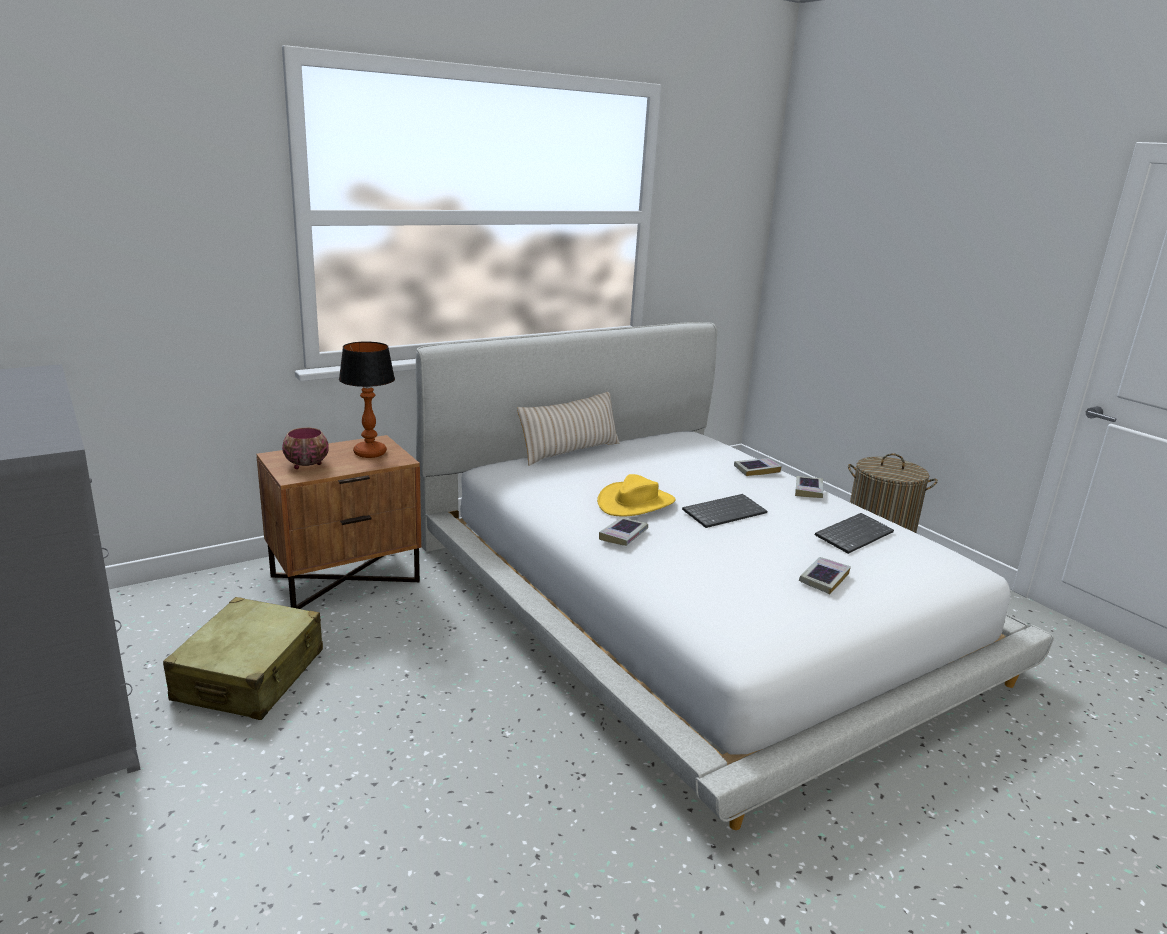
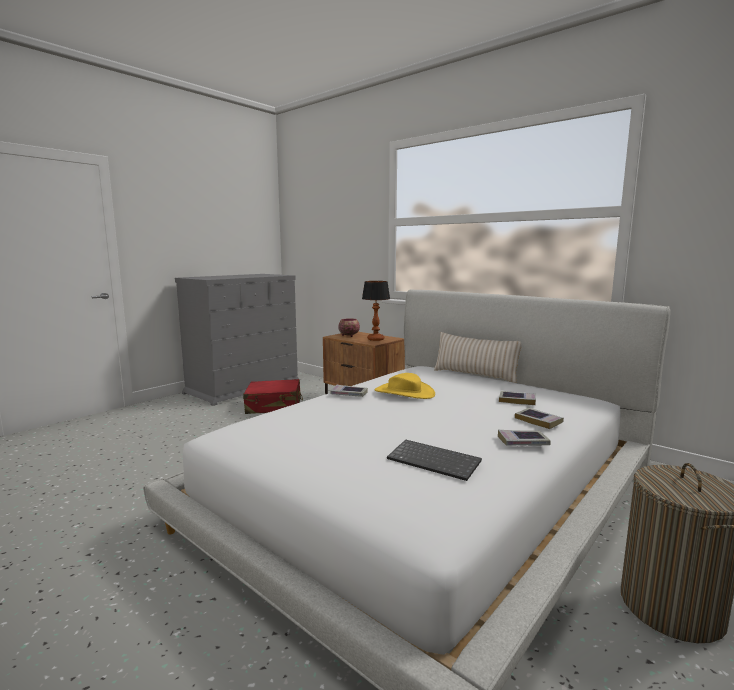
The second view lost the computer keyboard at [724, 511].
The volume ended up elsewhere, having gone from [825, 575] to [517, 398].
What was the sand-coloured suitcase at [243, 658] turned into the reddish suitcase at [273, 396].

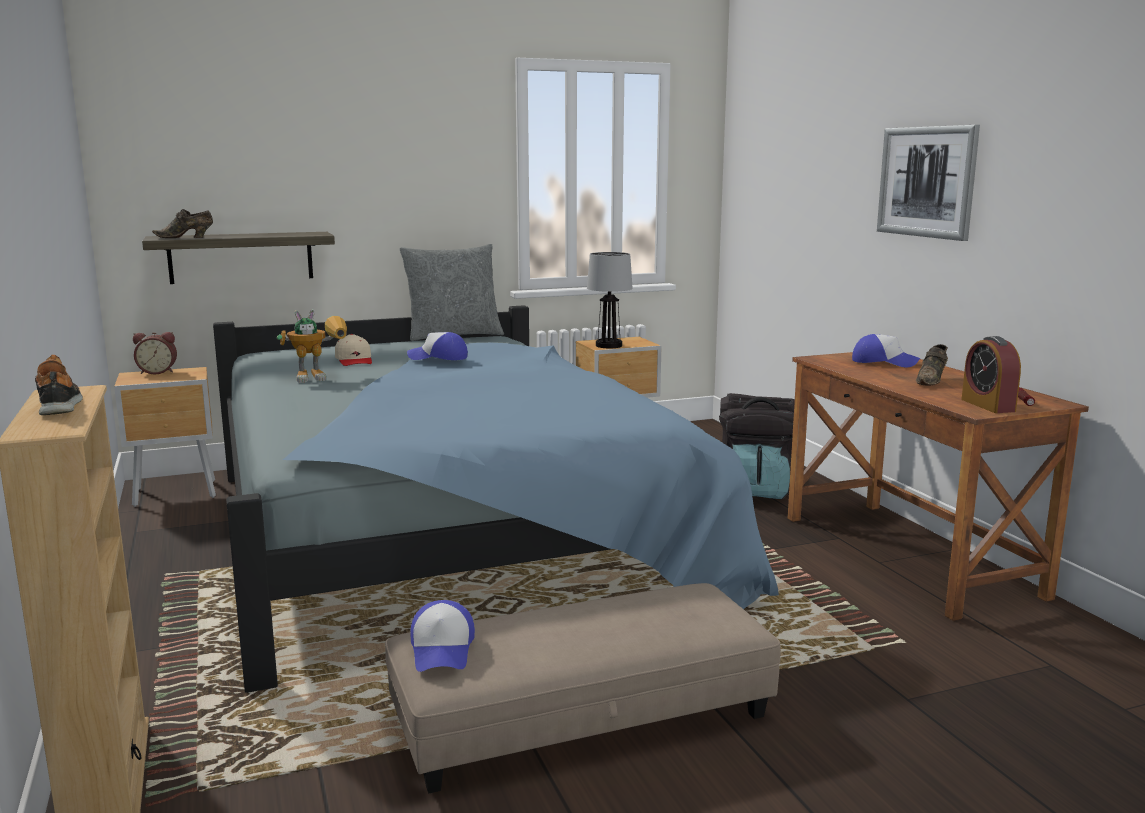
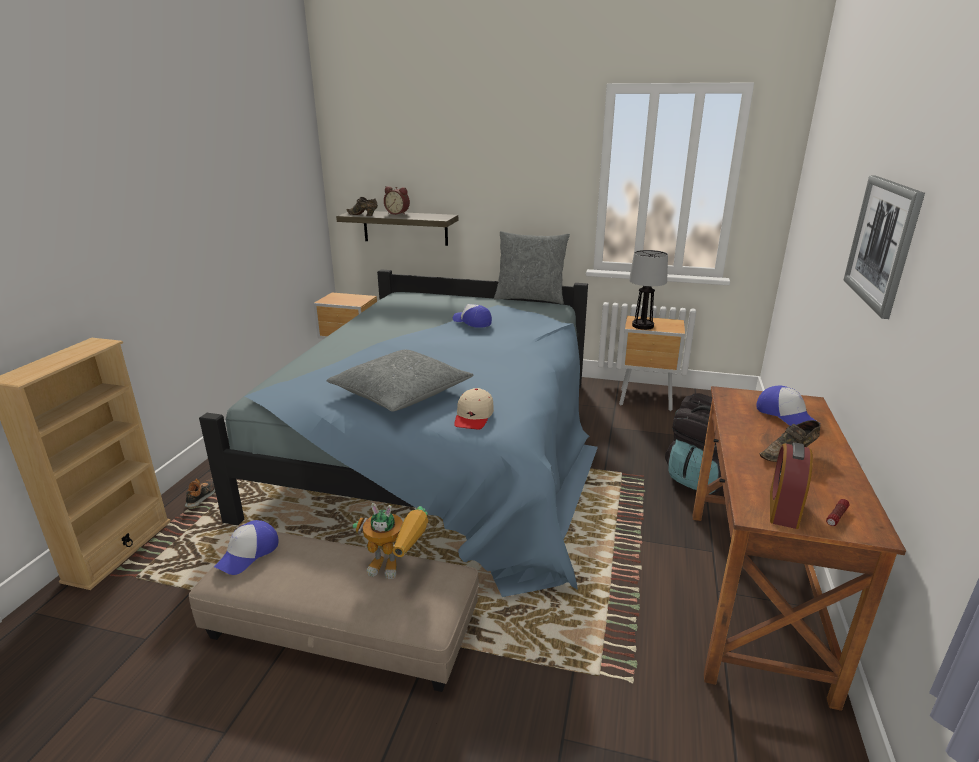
The robot figure ended up elsewhere, having gone from [312, 346] to [391, 541].
The bedside clock ended up elsewhere, having gone from [155, 353] to [397, 200].
The sand-coloured baseball cap ended up elsewhere, having gone from [353, 350] to [474, 409].
The shoe ended up elsewhere, having gone from [59, 385] to [200, 493].
The second view gained the grey throw pillow at [400, 381].

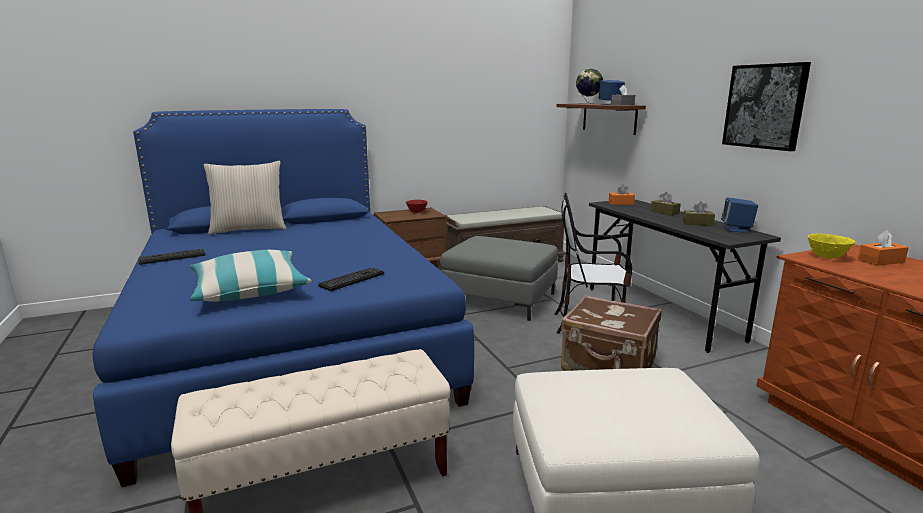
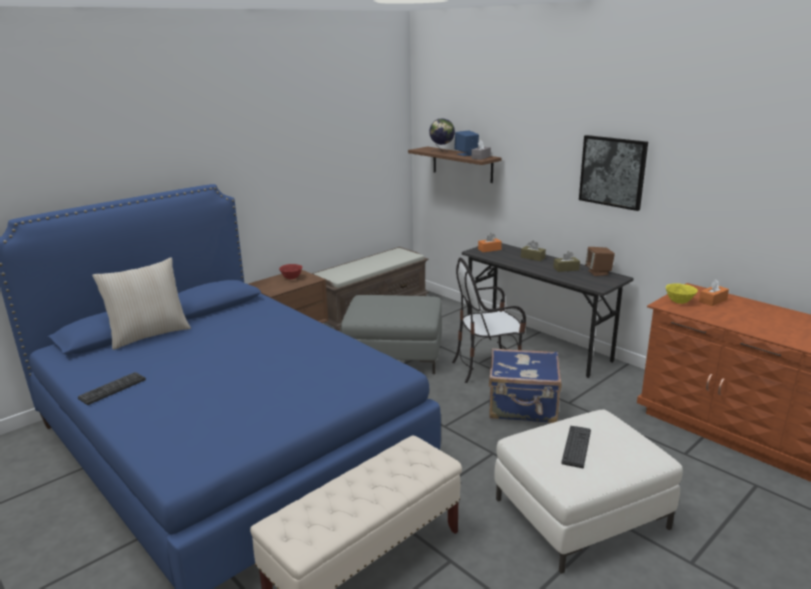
What was the blue-coloured loudspeaker at [739, 215] turned into the brown-coloured loudspeaker at [600, 261].
The second view lost the throw pillow at [250, 276].
The computer keyboard ended up elsewhere, having gone from [351, 279] to [576, 447].
What was the brown-coloured suitcase at [611, 333] turned into the blue-coloured suitcase at [525, 385].

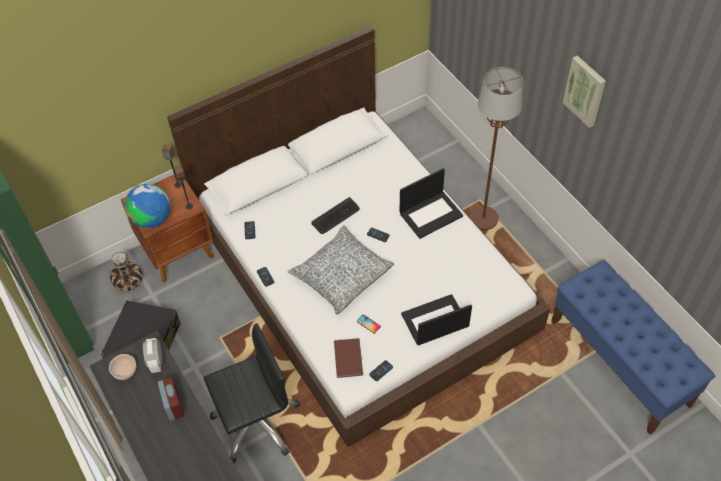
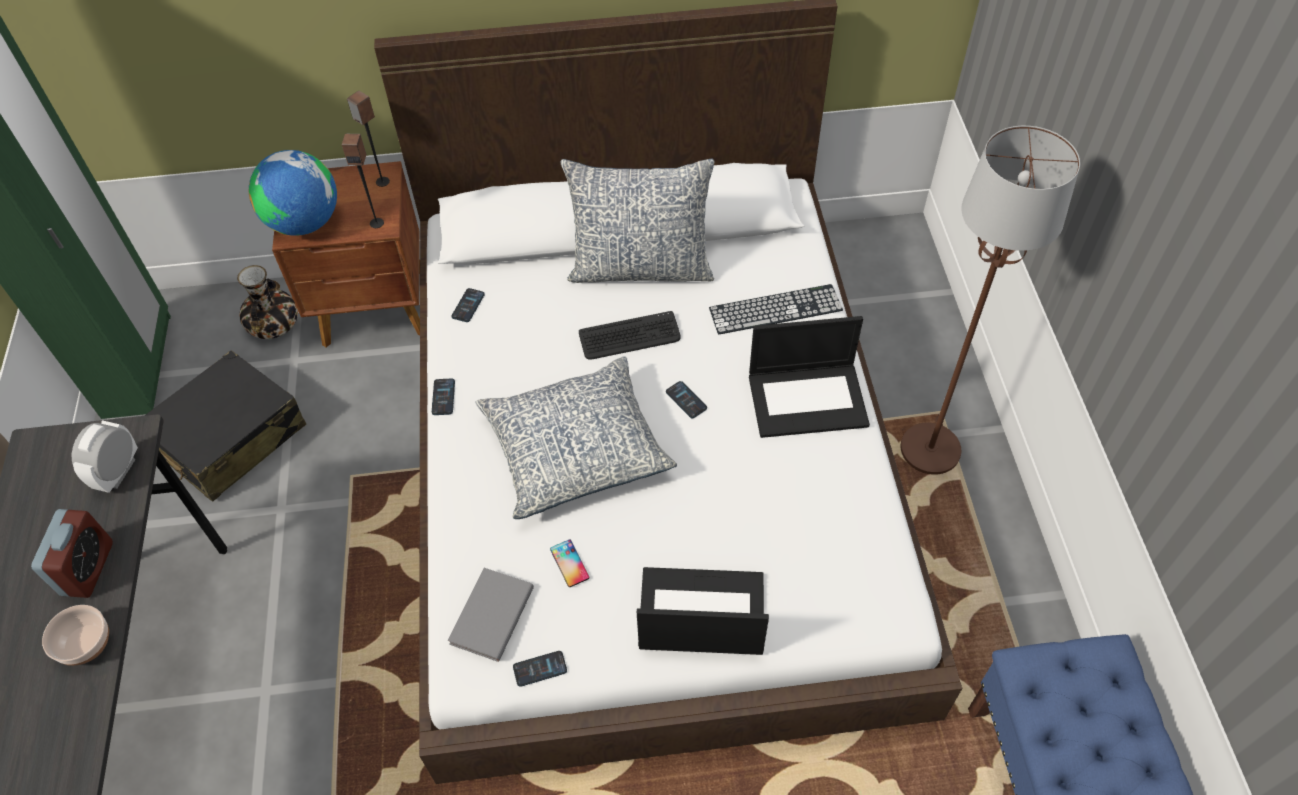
The second view lost the wall picture at [584, 92].
The second view lost the blackish computer chair at [252, 393].
What was the brown-coloured volume at [348, 358] turned into the grey volume at [490, 615].
The deep dish ended up elsewhere, having gone from [123, 367] to [75, 635].
The second view gained the throw pillow at [638, 220].
The second view gained the computer keyboard at [776, 309].

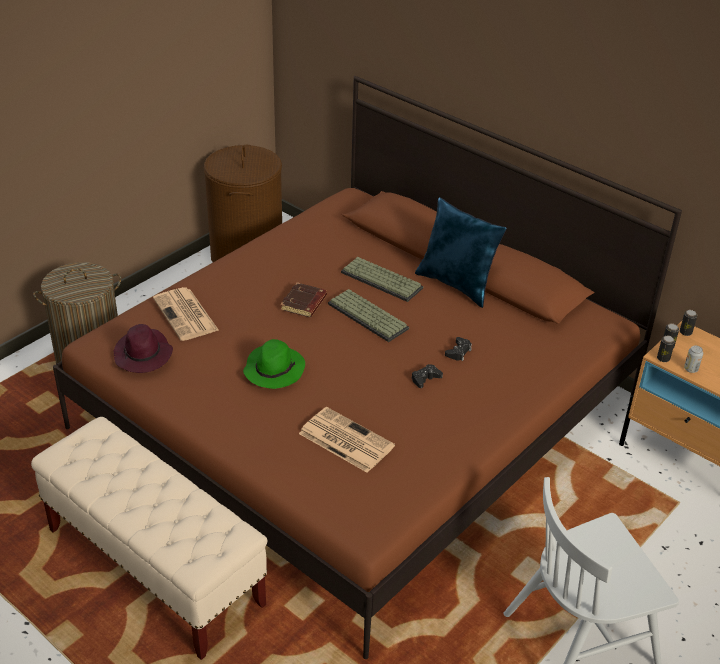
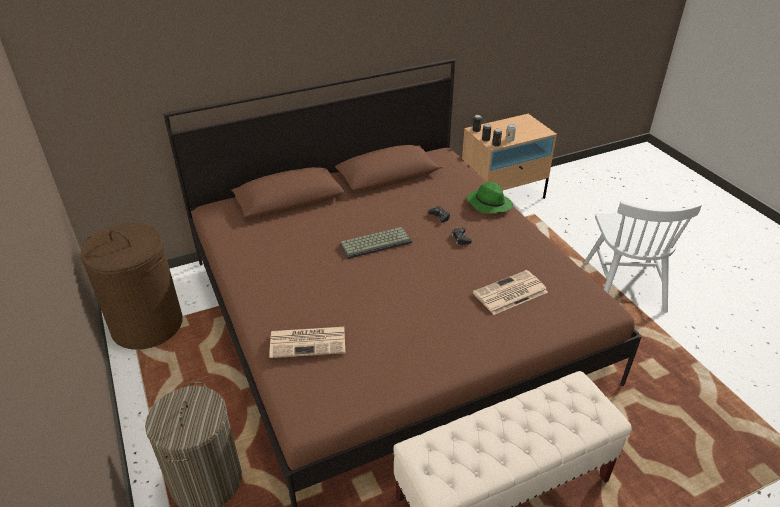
The second view lost the blue-coloured throw pillow at [461, 252].
The second view lost the computer keyboard at [382, 279].
The second view lost the brown-coloured volume at [303, 299].
The second view lost the purplish clothing hat at [143, 348].
The green clothing hat ended up elsewhere, having gone from [274, 364] to [490, 197].

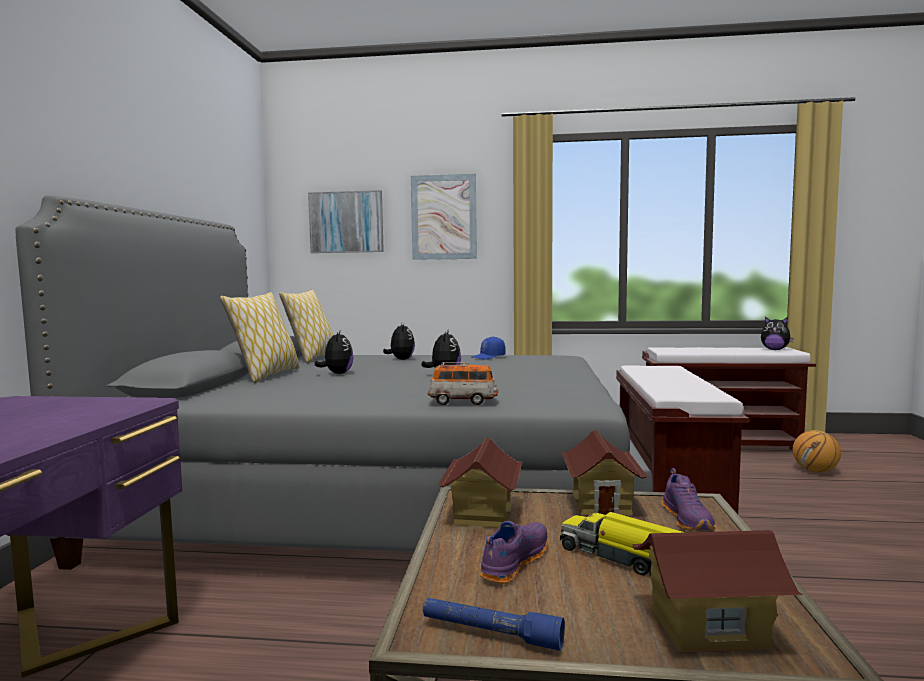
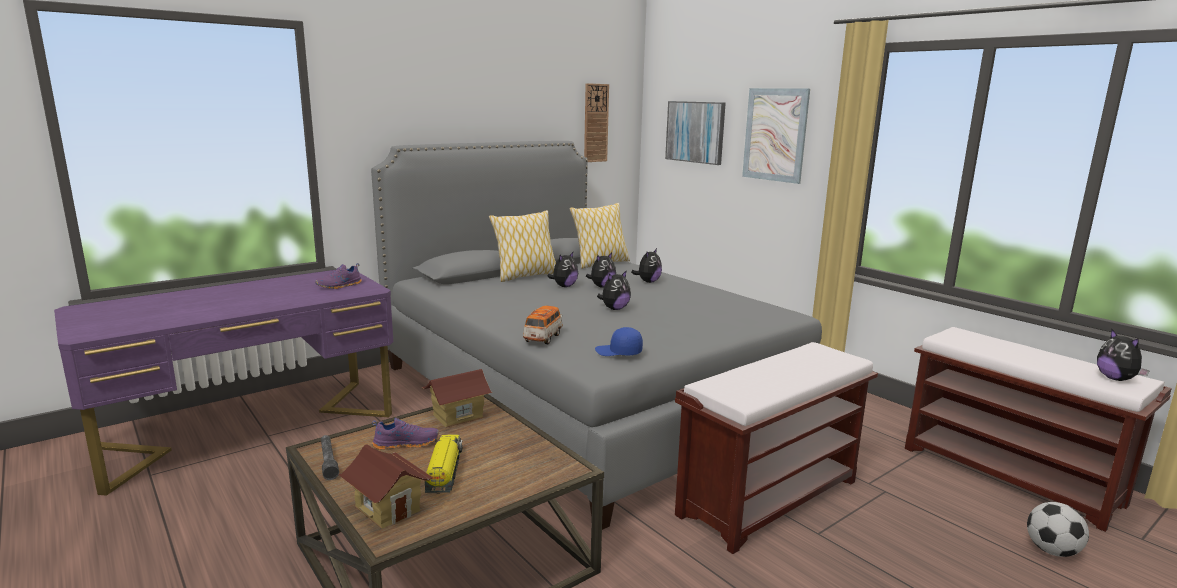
The blue-coloured baseball cap ended up elsewhere, having gone from [489, 348] to [619, 341].
The model car at [462, 383] ended up facing another way, 120 degrees counterclockwise from before.
The second view lost the toy house at [605, 472].
Where the ball for basketball stood at [817, 451], the football ball came to stand at [1058, 529].
The purplish shoe ended up elsewhere, having gone from [689, 499] to [338, 276].
What was the blue-coloured flashlight at [494, 624] turned into the grey flashlight at [330, 457].
The second view gained the wall clock at [596, 122].
The second view gained the soft toy at [601, 270].

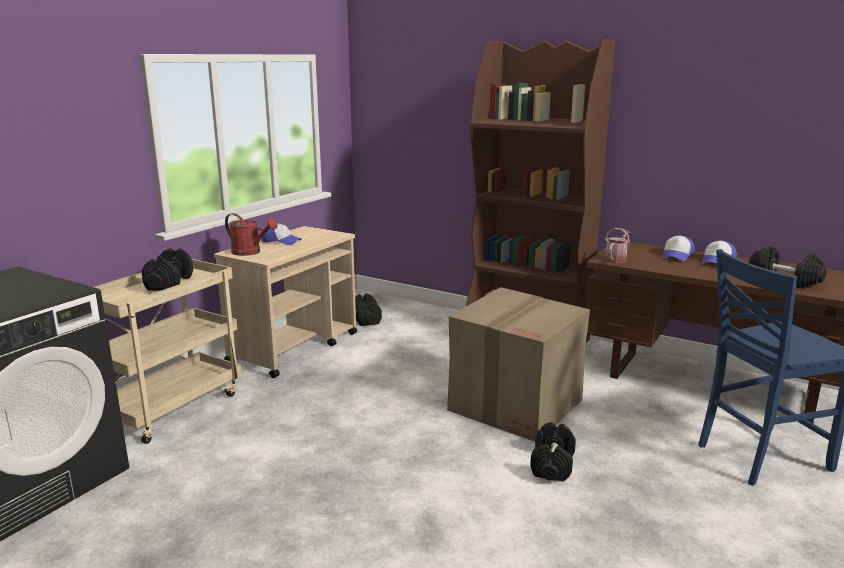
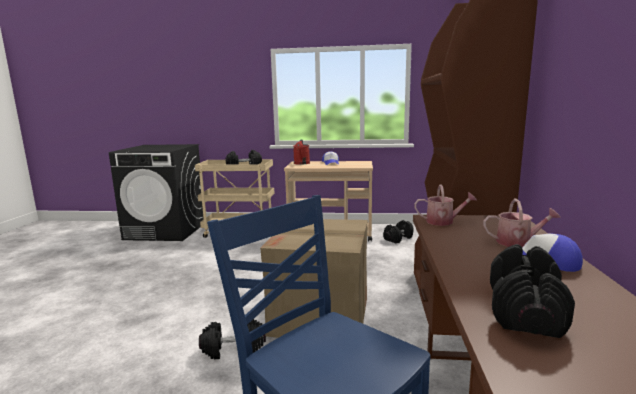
Where the baseball cap stood at [678, 248], the watering can came to stand at [522, 223].

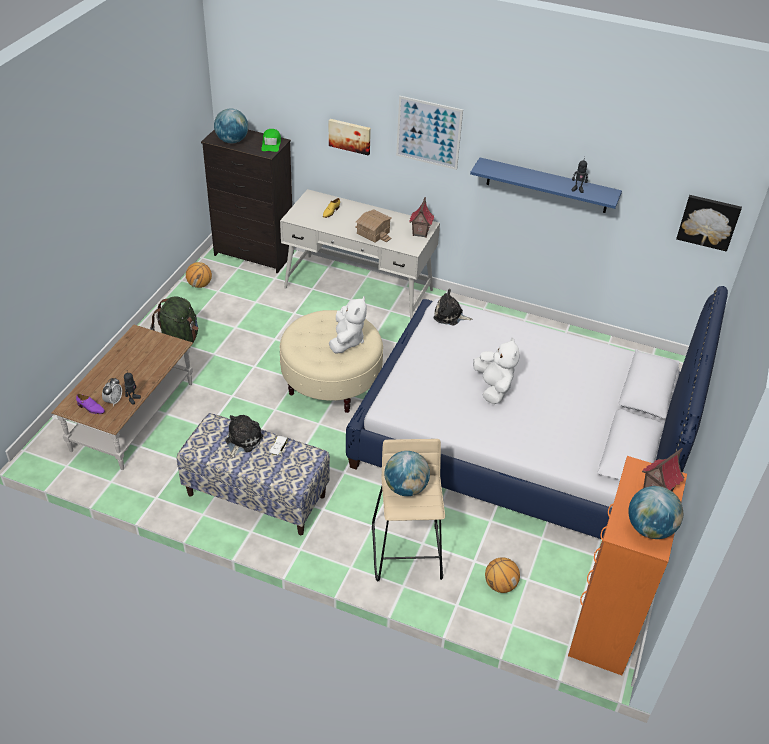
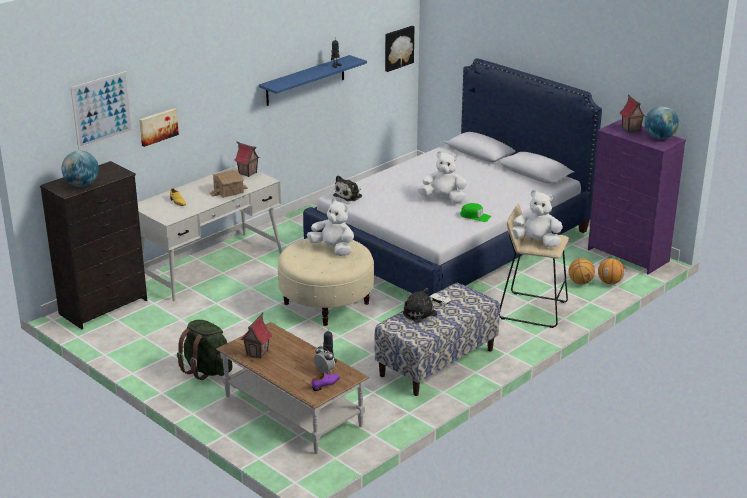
The wall picture ended up elsewhere, having gone from [429, 133] to [101, 110].
The green baseball cap ended up elsewhere, having gone from [271, 140] to [475, 212].
The ball for basketball ended up elsewhere, having gone from [199, 275] to [611, 271].
Where the world globe stood at [407, 473], the whitish soft toy came to stand at [535, 219].
What was the orange dresser at [627, 565] turned into the purplish dresser at [637, 196].
The second view gained the toy house at [256, 335].

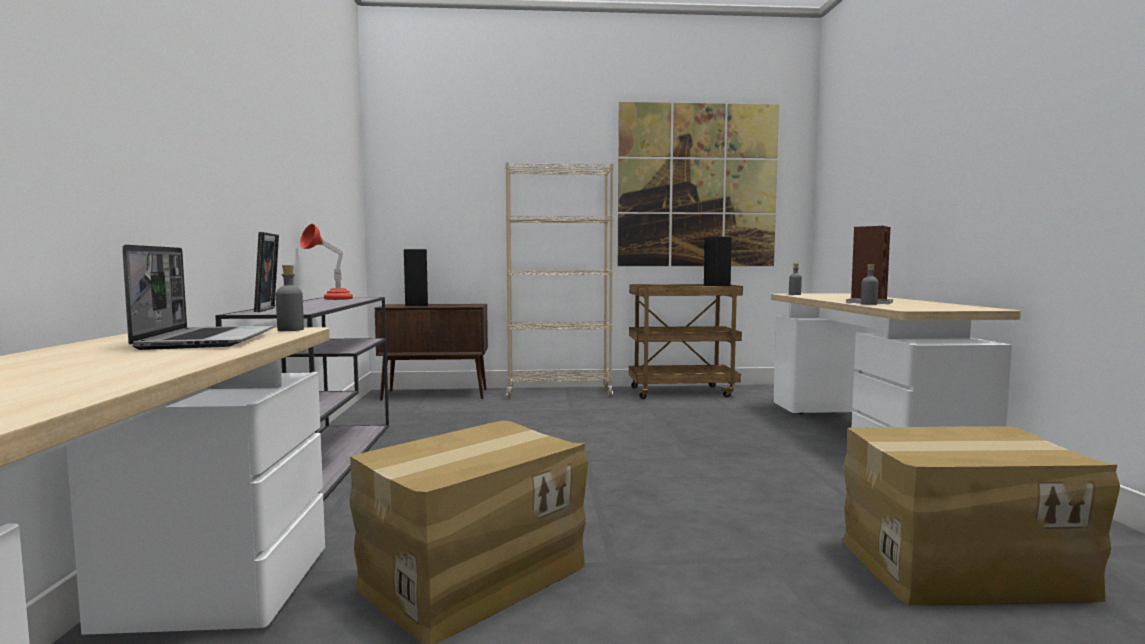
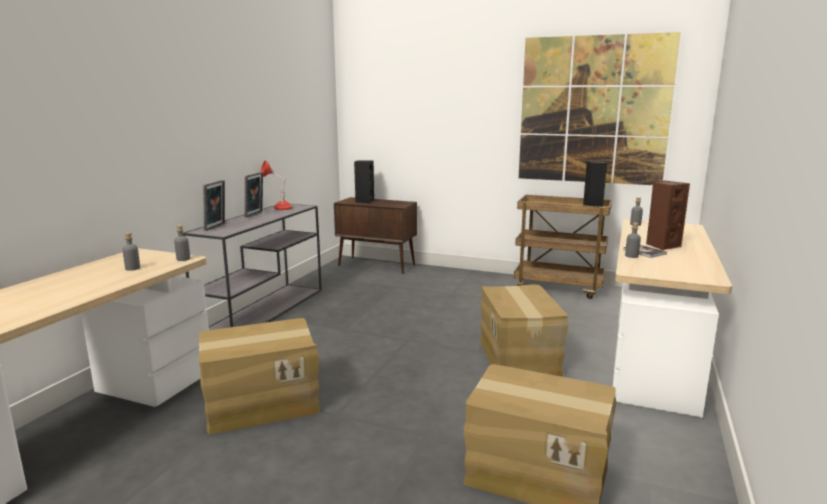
The second view lost the sand-coloured shelving unit at [559, 280].
Where the laptop stood at [198, 297], the grey bottle came to stand at [131, 251].
The second view gained the photo frame at [253, 194].
The second view gained the cardboard box at [524, 330].

